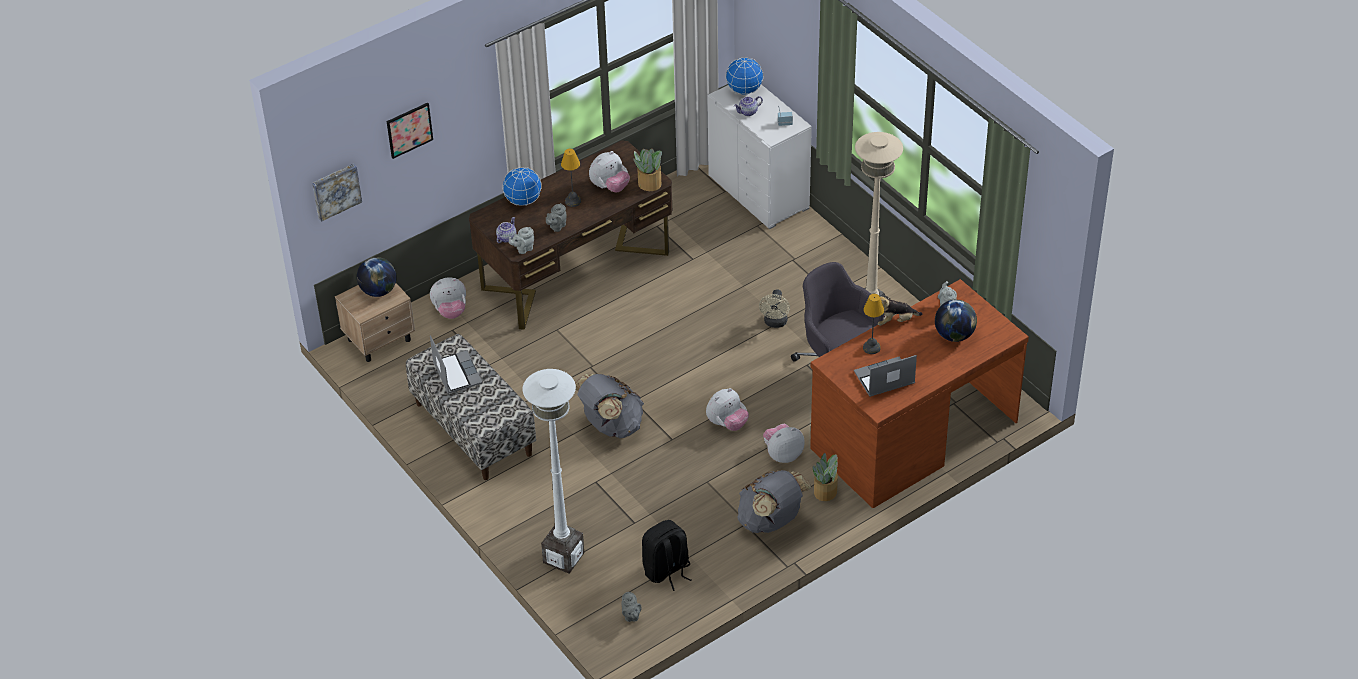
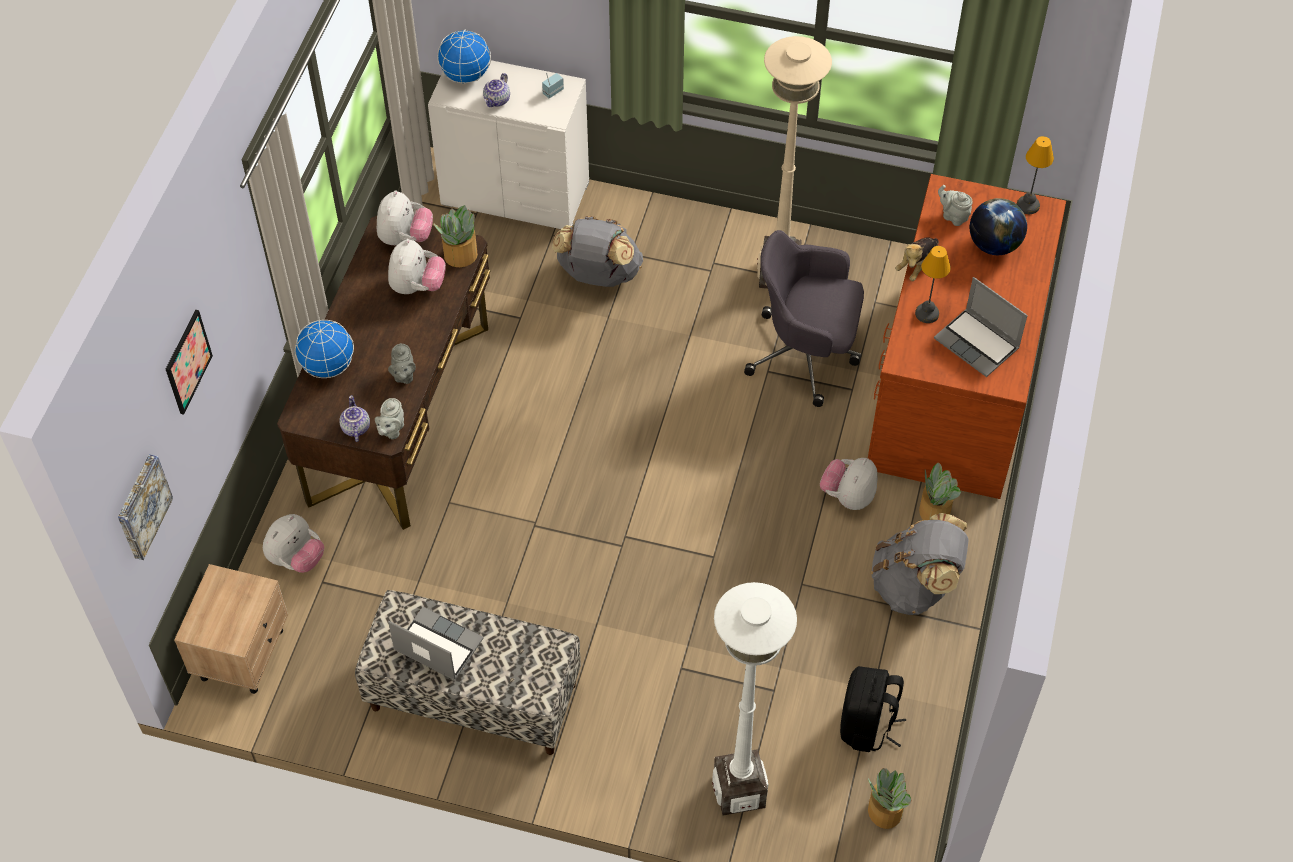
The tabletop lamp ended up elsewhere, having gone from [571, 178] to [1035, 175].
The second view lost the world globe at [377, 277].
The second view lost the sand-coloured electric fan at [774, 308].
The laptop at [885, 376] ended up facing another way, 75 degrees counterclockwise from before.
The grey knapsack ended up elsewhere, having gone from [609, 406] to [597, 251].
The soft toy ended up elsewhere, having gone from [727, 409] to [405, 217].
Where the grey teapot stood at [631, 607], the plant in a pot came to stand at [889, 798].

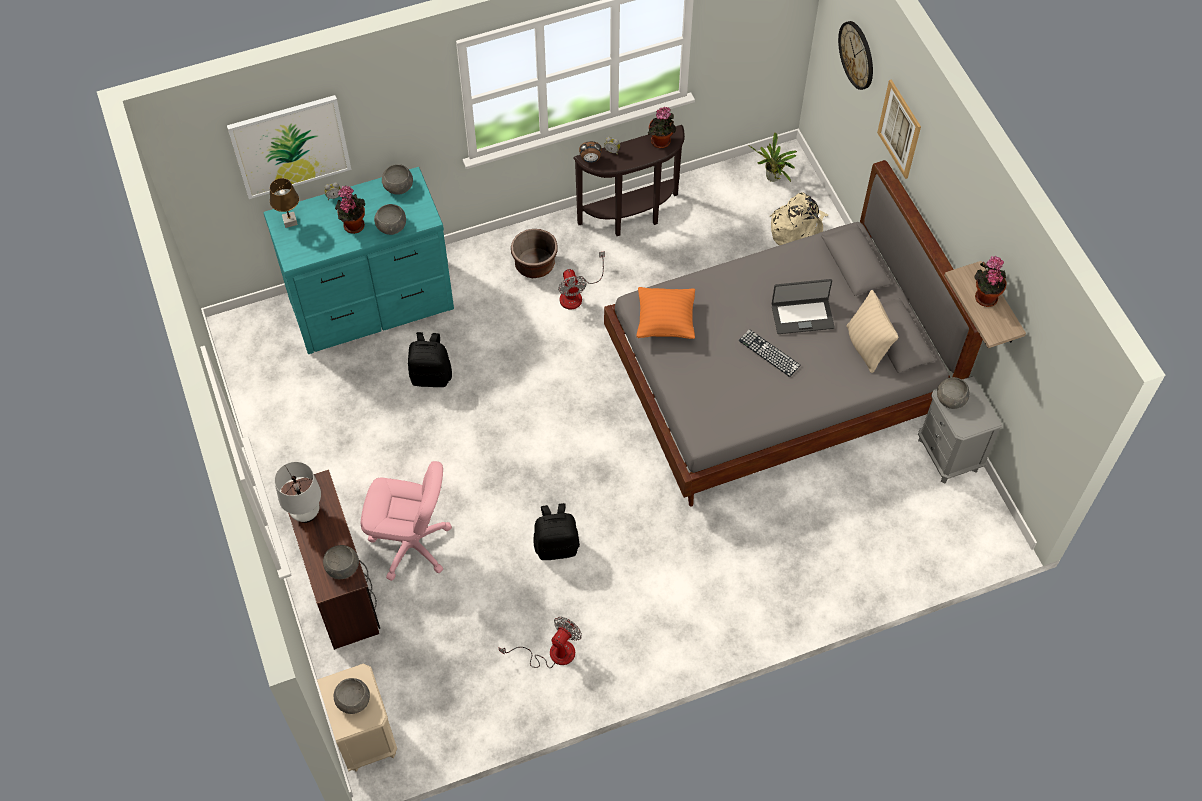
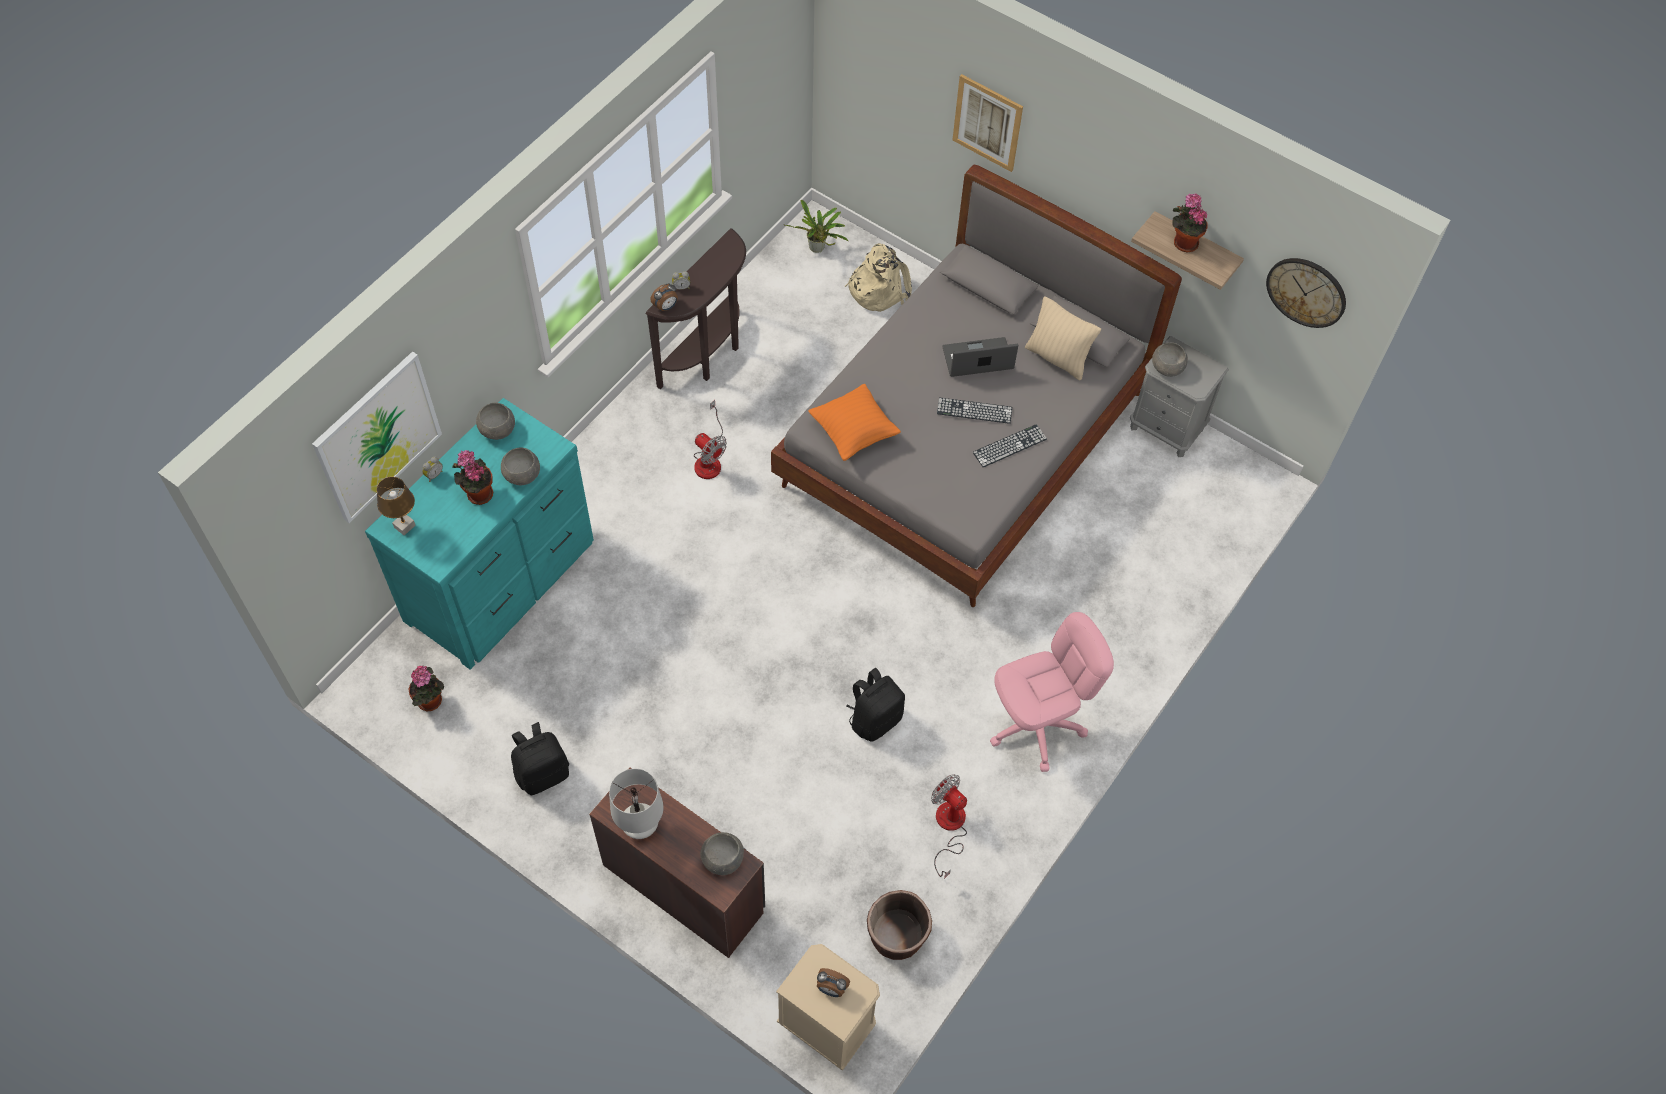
The wall clock ended up elsewhere, having gone from [855, 55] to [1306, 293].
The plant in a pot ended up elsewhere, having gone from [662, 127] to [426, 689].
The brown-coloured flower pot ended up elsewhere, having gone from [534, 253] to [899, 925].
The laptop at [803, 306] ended up facing another way, 150 degrees counterclockwise from before.
The blackish knapsack ended up elsewhere, having gone from [430, 359] to [540, 758].
The pinkish computer chair ended up elsewhere, having gone from [406, 521] to [1052, 692].
The electric fan at [540, 642] ended up facing another way, 45 degrees counterclockwise from before.
Where the grey deep dish stood at [352, 696], the bedside clock came to stand at [833, 982].
The second view gained the computer keyboard at [1010, 445].

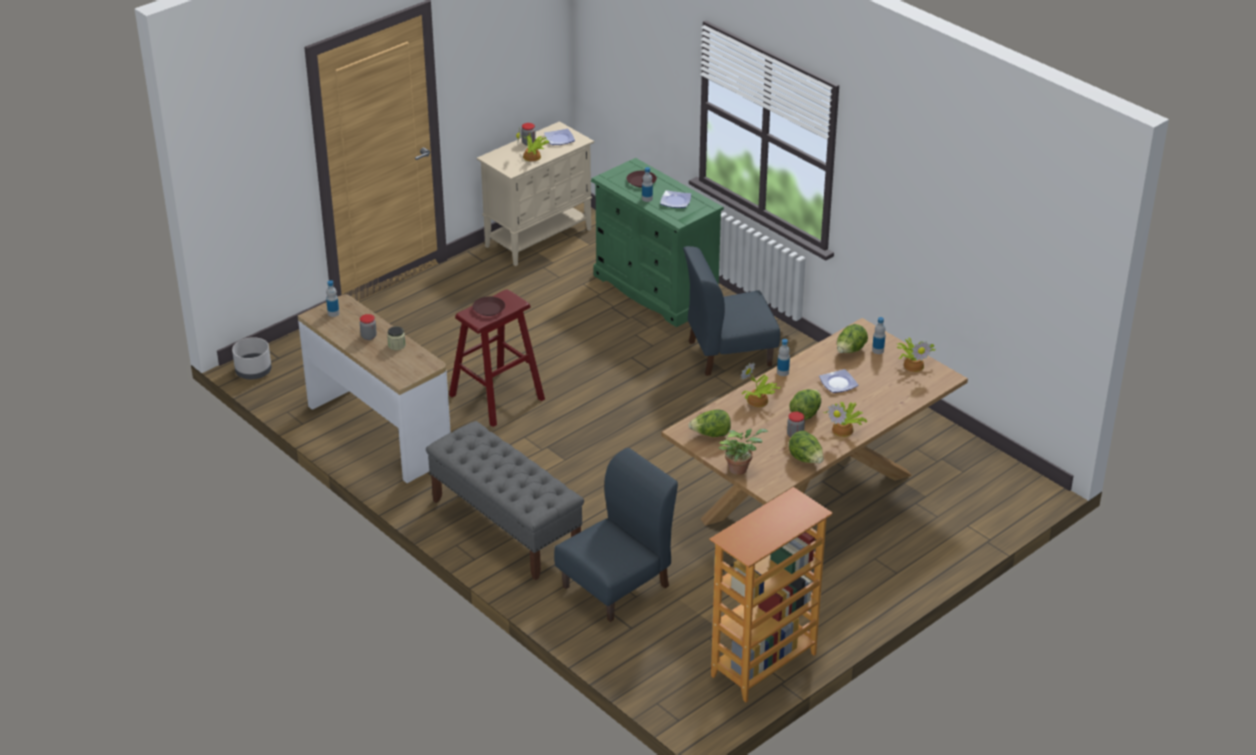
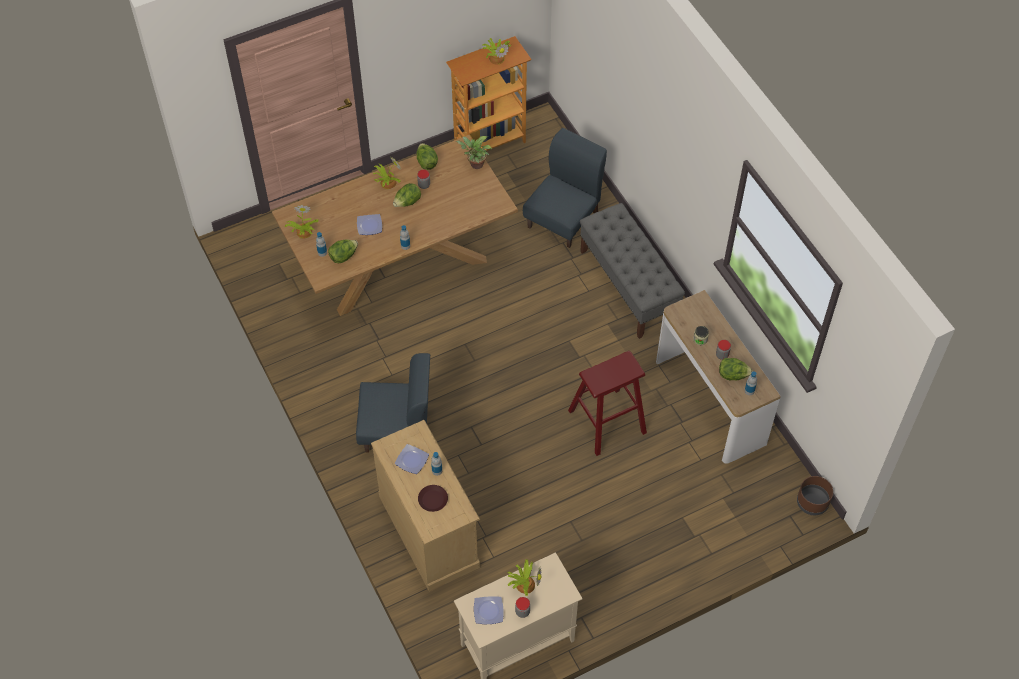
What was the green dresser at [657, 242] turned into the sand-coloured dresser at [426, 505].
The second view lost the brown-coloured flat dish at [489, 306].
What was the grey flower pot at [252, 358] turned into the brown-coloured flower pot at [815, 495].
The plant in a pot ended up elsewhere, having gone from [760, 384] to [496, 51].
The lettuce ended up elsewhere, having gone from [709, 423] to [736, 369].
The blue-coloured plain chair at [616, 535] ended up facing another way, 150 degrees clockwise from before.

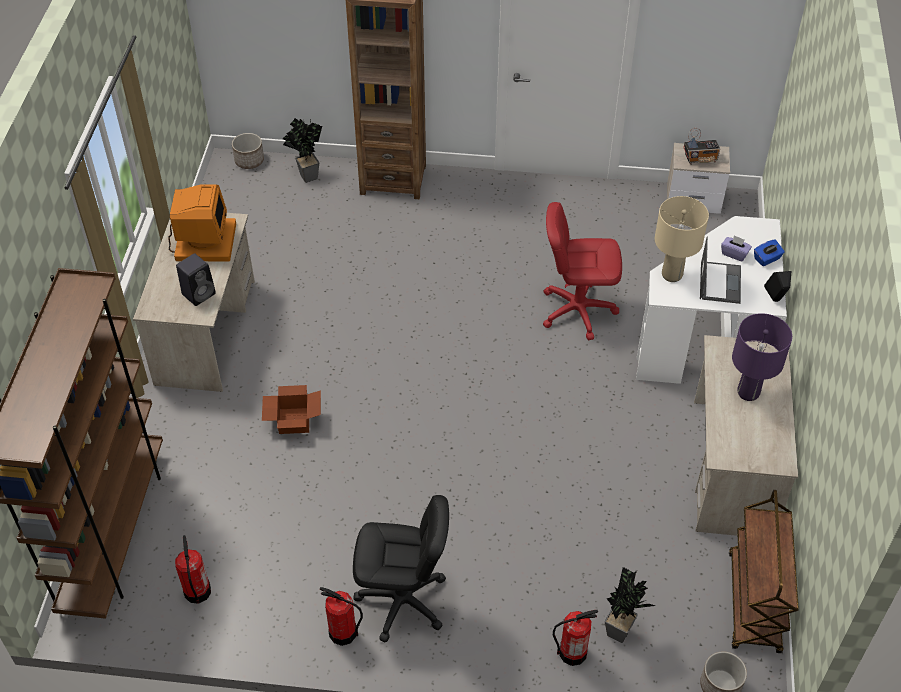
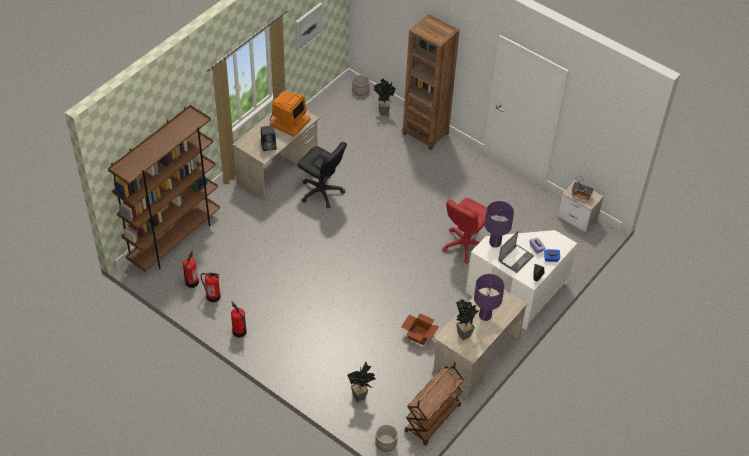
What was the sand-coloured tabletop lamp at [682, 239] turned into the purplish tabletop lamp at [499, 224].
The reddish computer chair at [582, 271] ended up facing another way, 90 degrees counterclockwise from before.
The cardboard box ended up elsewhere, having gone from [291, 409] to [420, 329].
The blackish computer chair ended up elsewhere, having gone from [401, 568] to [322, 175].
The fire extinguisher ended up elsewhere, having gone from [575, 638] to [211, 287].
The second view gained the wall picture at [309, 27].
The second view gained the plant in a pot at [467, 319].

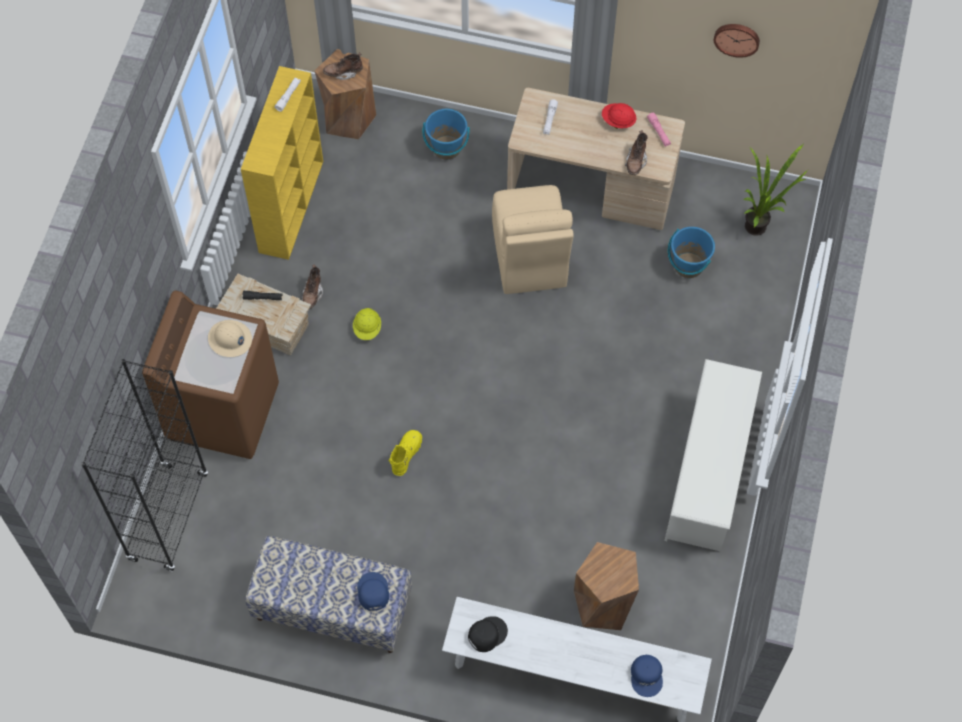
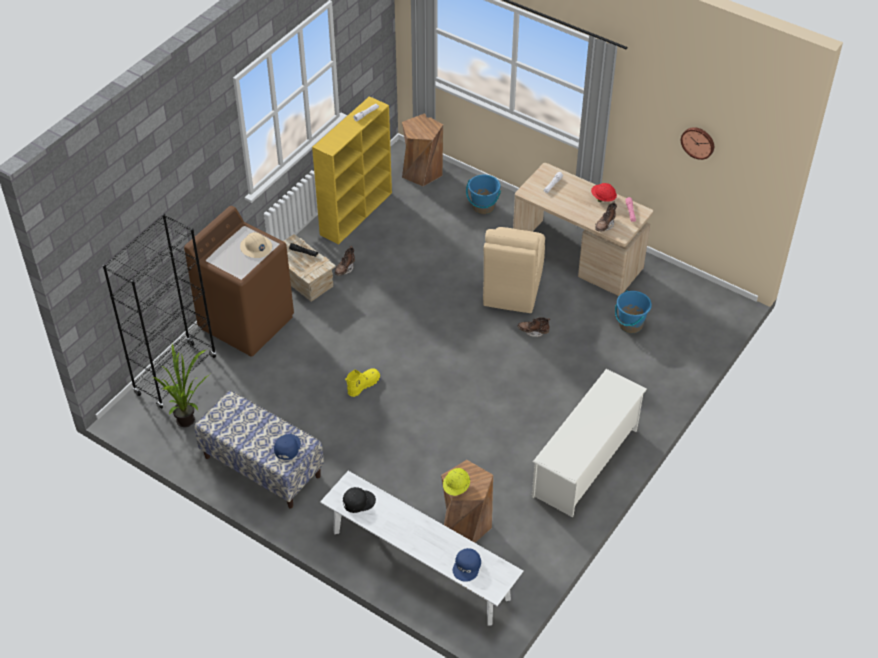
The brown-coloured high-top boot ended up elsewhere, having gone from [343, 66] to [534, 327].
The plant in a pot ended up elsewhere, having gone from [775, 190] to [181, 385].
The yellowish work helmet ended up elsewhere, having gone from [367, 324] to [456, 482].

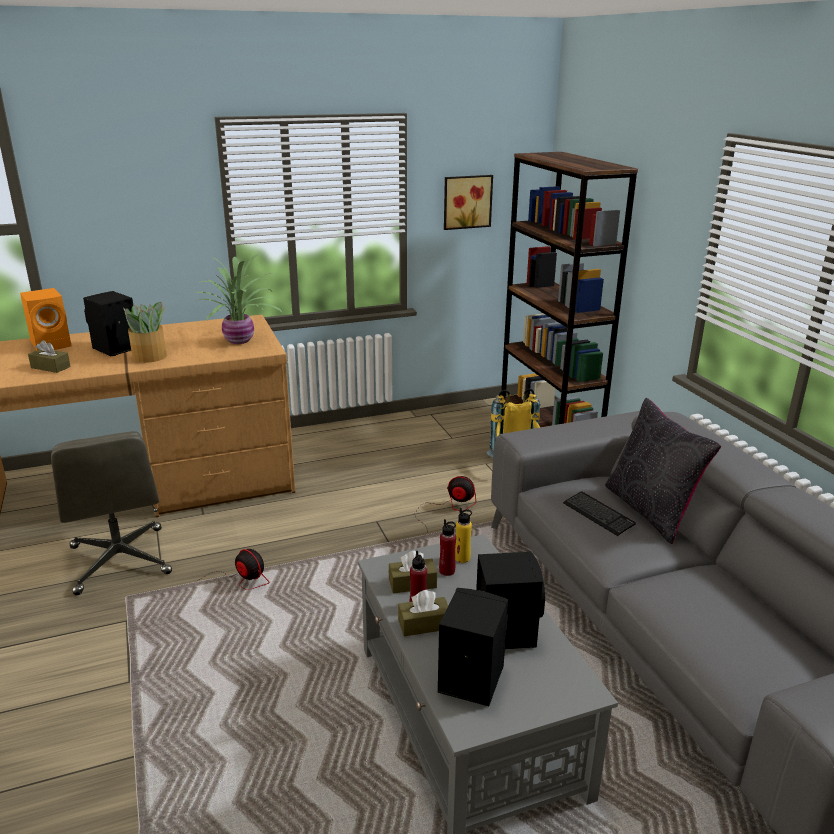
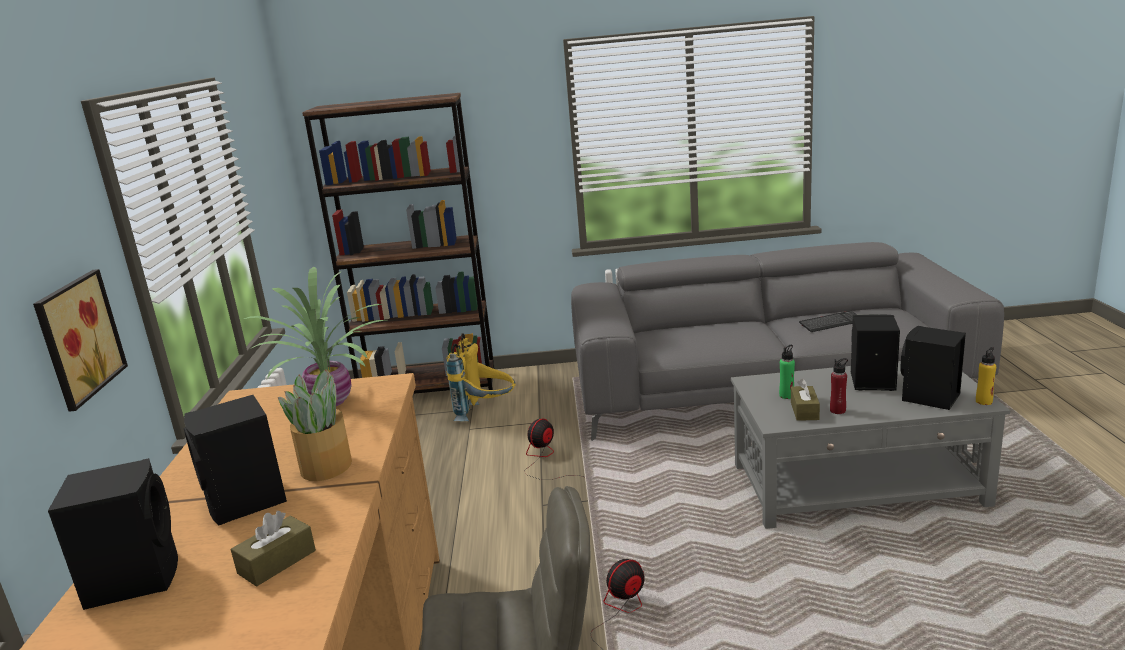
The wall picture ended up elsewhere, having gone from [468, 202] to [80, 340].
What was the orange loudspeaker at [46, 319] turned into the blackish loudspeaker at [113, 534].
The second view lost the blackish throw pillow at [663, 471].
The computer keyboard ended up elsewhere, having gone from [599, 513] to [828, 321].
The yellowish bottle ended up elsewhere, having gone from [463, 535] to [986, 376].
What was the reddish bottle at [447, 547] turned into the green bottle at [787, 372].
The second view lost the brown-coloured tissue box at [423, 613].

